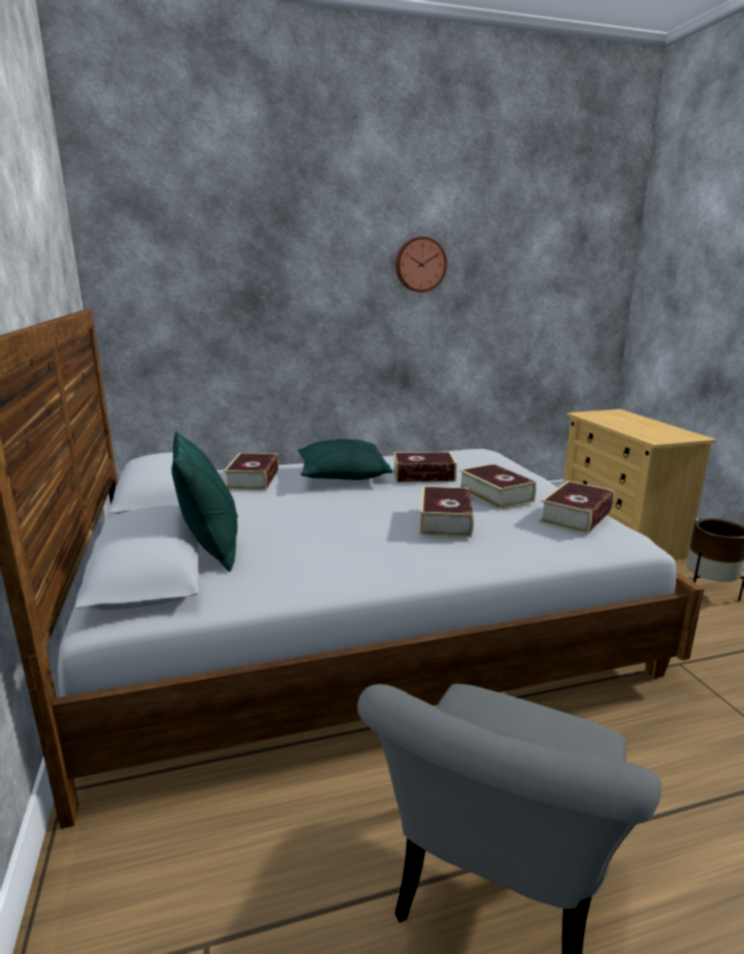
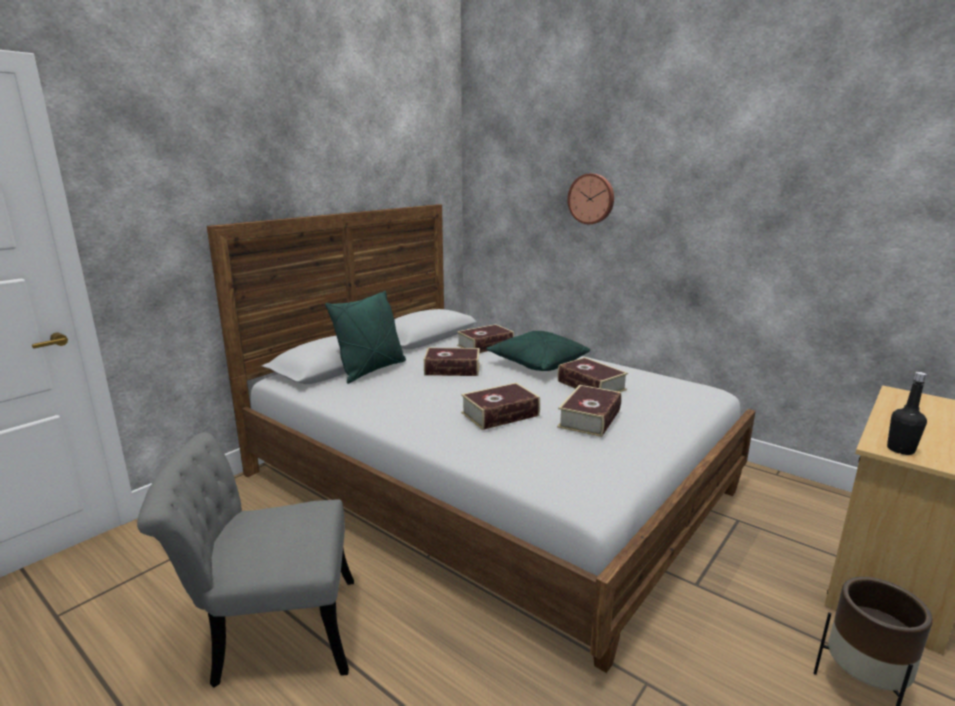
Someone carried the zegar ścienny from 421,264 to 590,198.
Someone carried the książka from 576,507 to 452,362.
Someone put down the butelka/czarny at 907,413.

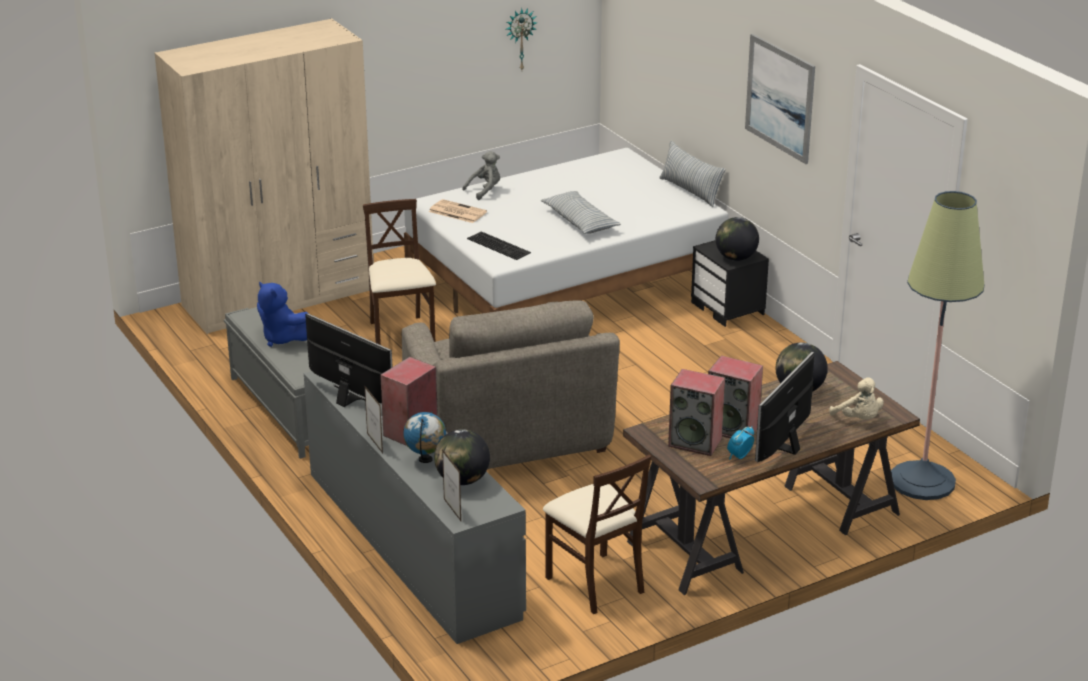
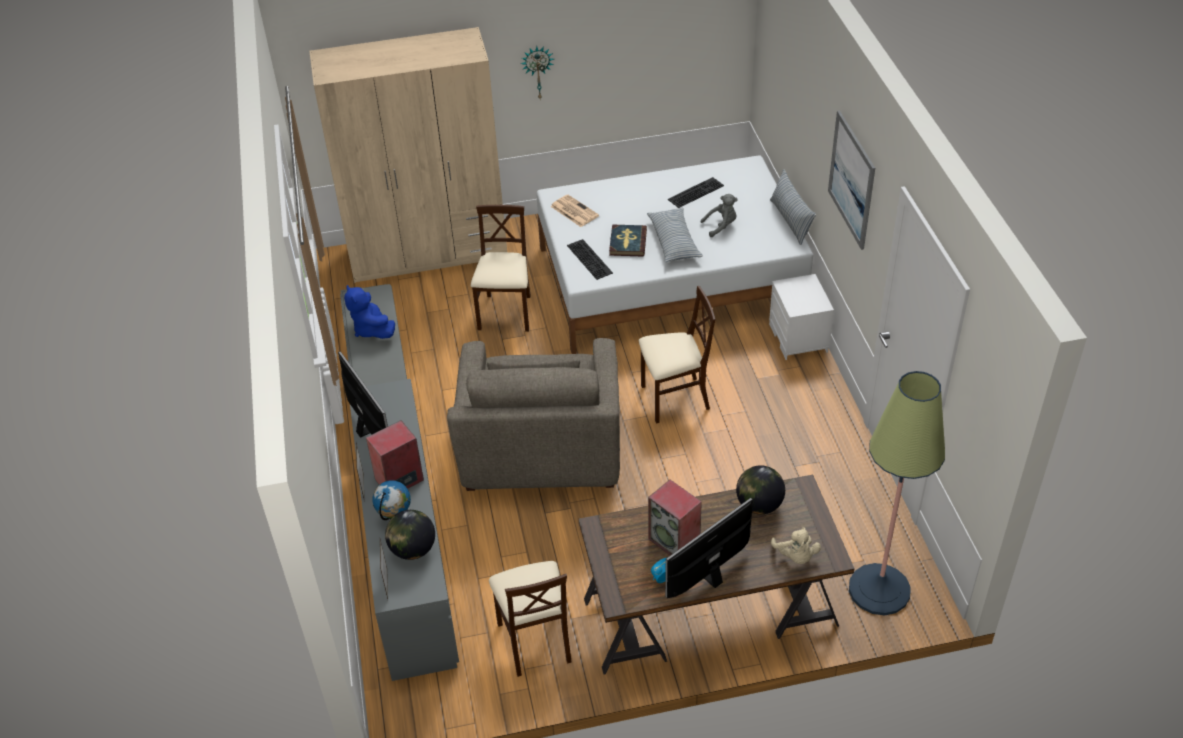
Someone carried the zegar ścienny from 522,39 to 537,72.
Someone carried the pluszak/szary from 481,175 to 719,215.
Someone took away the globus at 737,239.
Someone repainted the szafka nocna/czarny at 730,283, which became the szafka nocna/biały at 801,317.
Someone took away the głośnik at 696,412.
Someone put down the klawiatura at 696,192.
Someone put down the książka at 628,241.
Someone put down the krzesło/beżowy at 677,354.

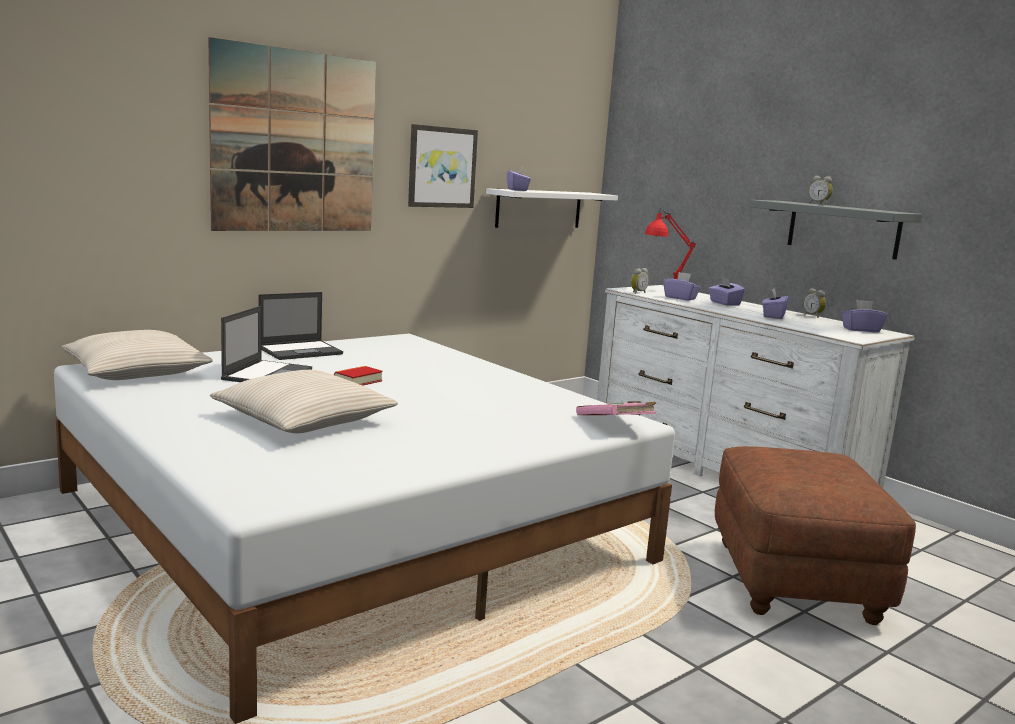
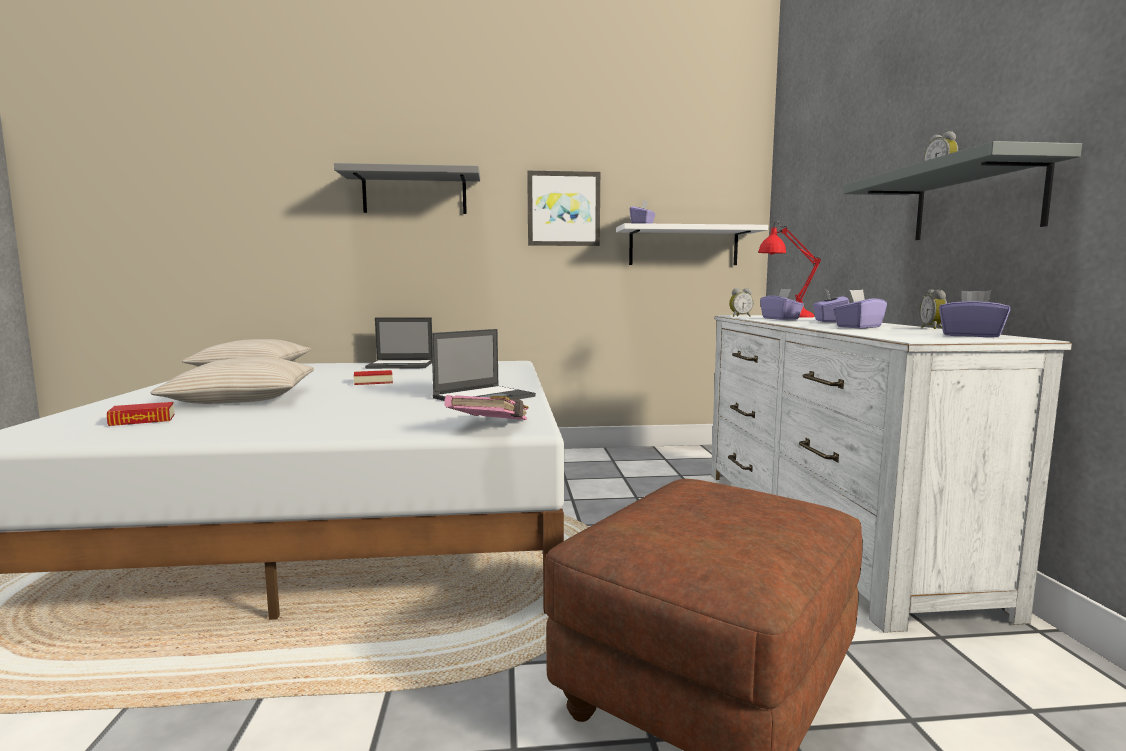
Someone swapped the obraz at 292,134 for the półka/szary at 407,188.
Someone carried the laptop from 266,344 to 483,365.
Someone put down the książka at 141,414.

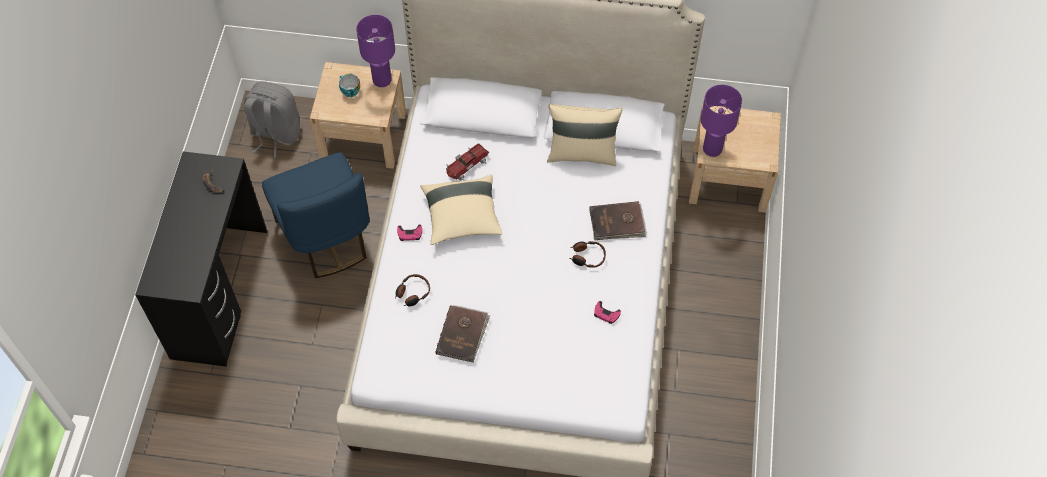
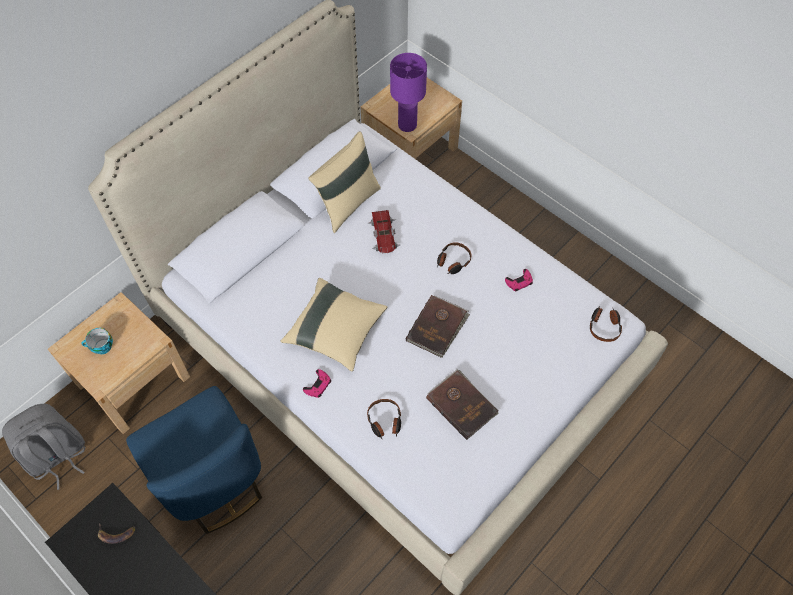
Someone took away the lampa stołowa/fioletowy at 375,51.
Someone carried the samochodzik from 467,162 to 383,231.
Someone rotated the krzesło/niebieski at 315,215 by 45 degrees clockwise.
Someone carried the książka/brązowy from 618,220 to 438,326.
Someone put down the słuchawki at 606,324.

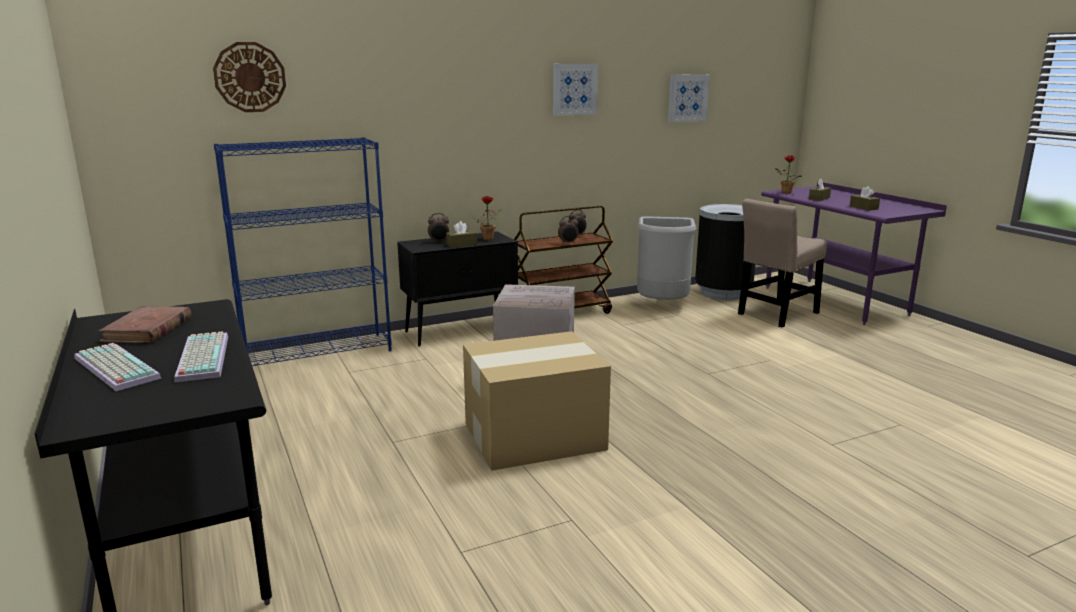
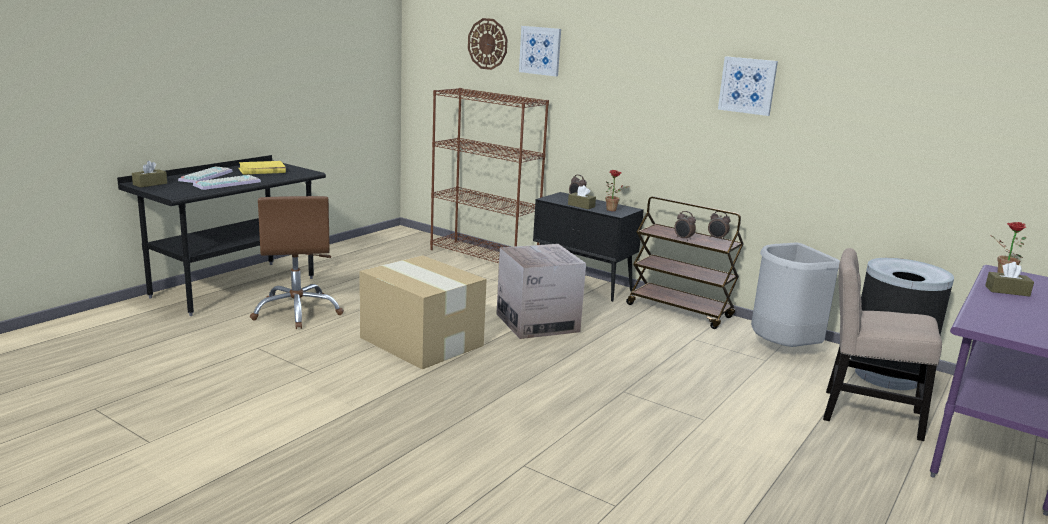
Someone carried the obraz from 689,98 to 540,51.
Someone repainted the regał/niebieski at 303,251, which became the regał/brązowy at 489,175.
Someone carried the pudełko chusteczek/brązowy from 865,198 to 149,174.
Someone repainted the książka/brązowy at 145,324, which became the książka/żółty at 262,168.
Someone put down the krzesło biurowe/brązowy at 297,262.

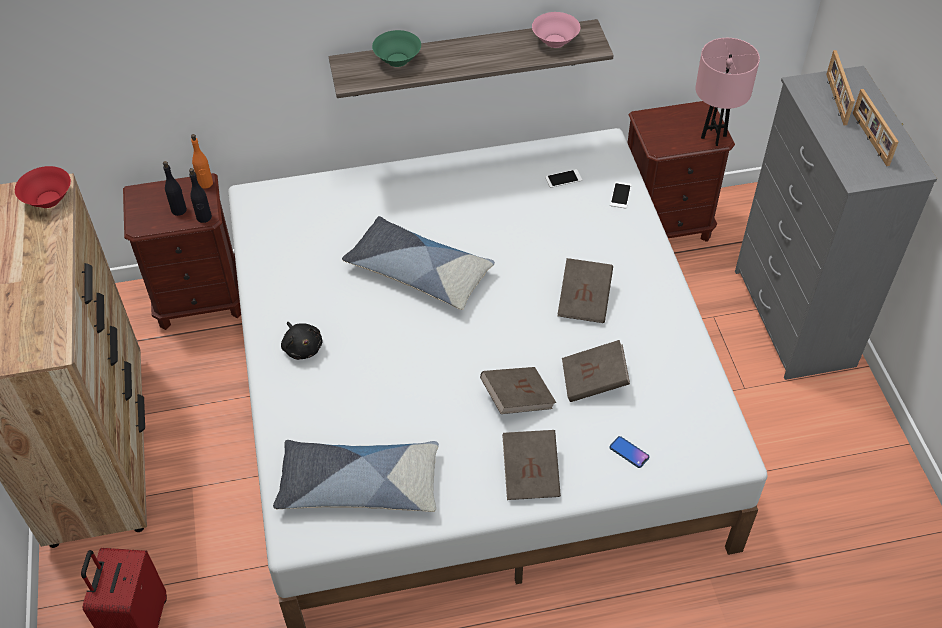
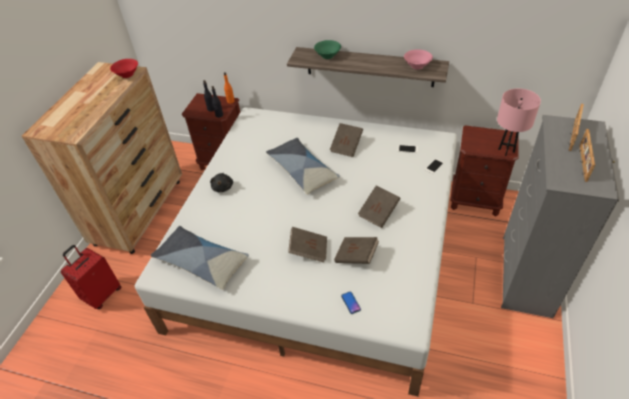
Someone carried the książka/brązowy from 531,465 to 346,140.

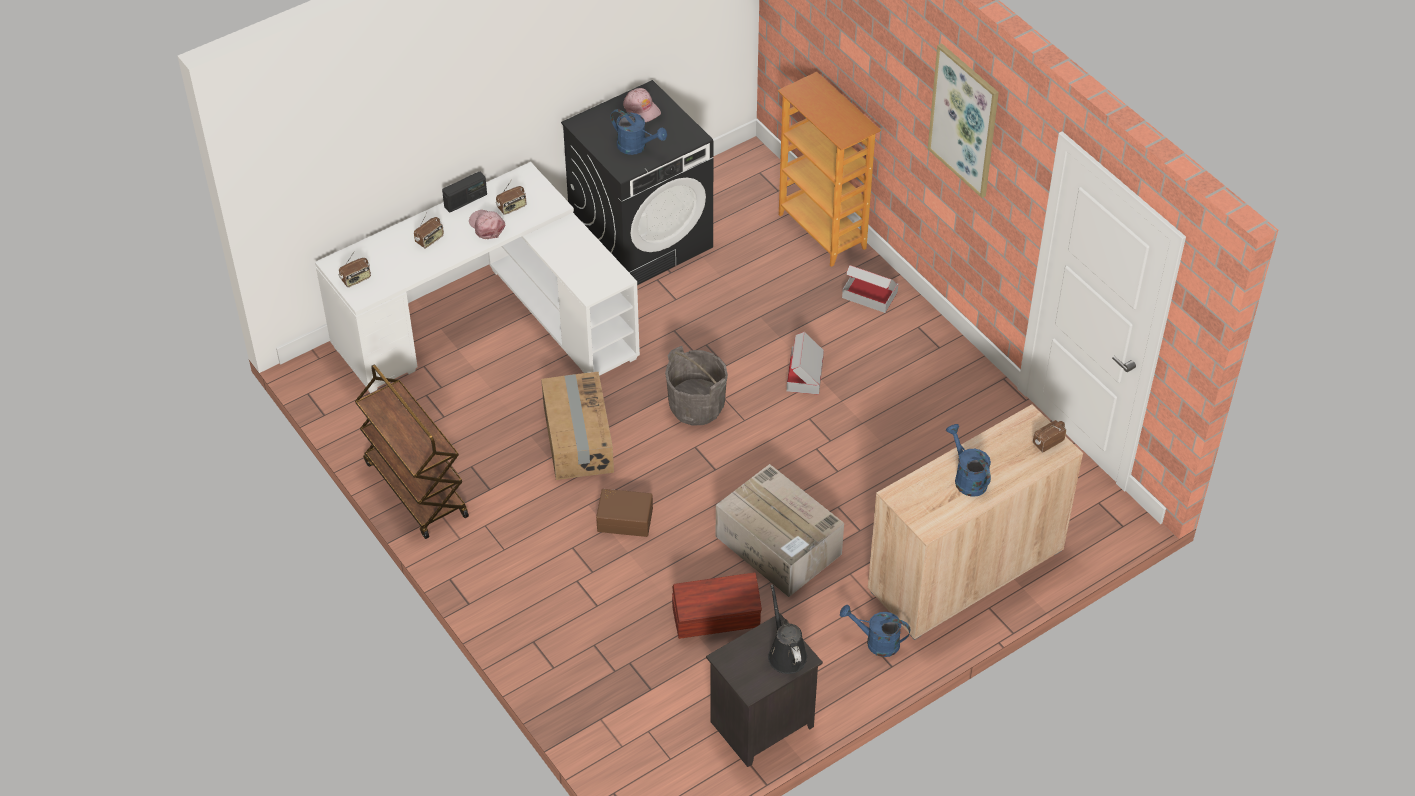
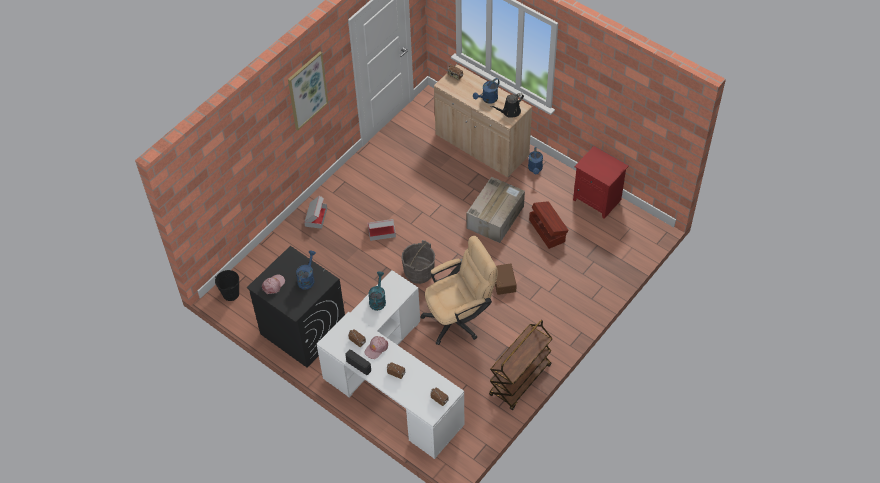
Someone took away the regał at 829,169.
Someone swapped the karton at 577,426 for the krzesło biurowe/beżowy at 459,290.
Someone carried the konewka/czarny from 787,629 to 507,105.
Someone repainted the szafka nocna/czarny at 764,690, which became the szafka nocna/czerwony at 601,182.
Someone put down the wiadro/czarny at 227,285.
Someone put down the konewka/turkusowy at 377,291.

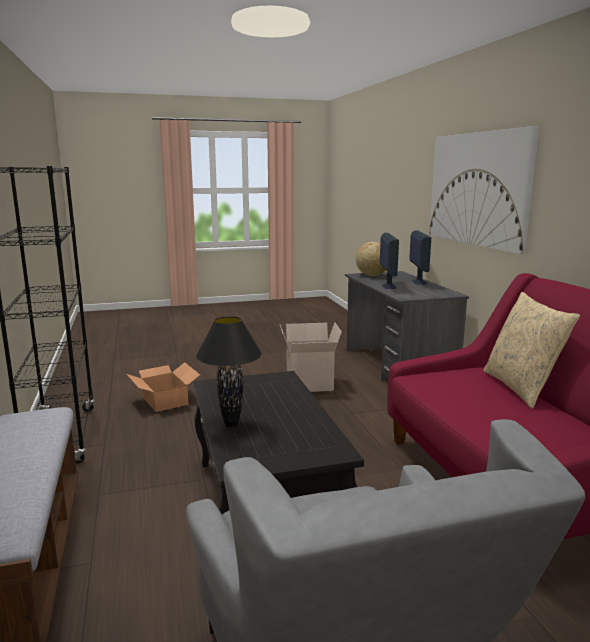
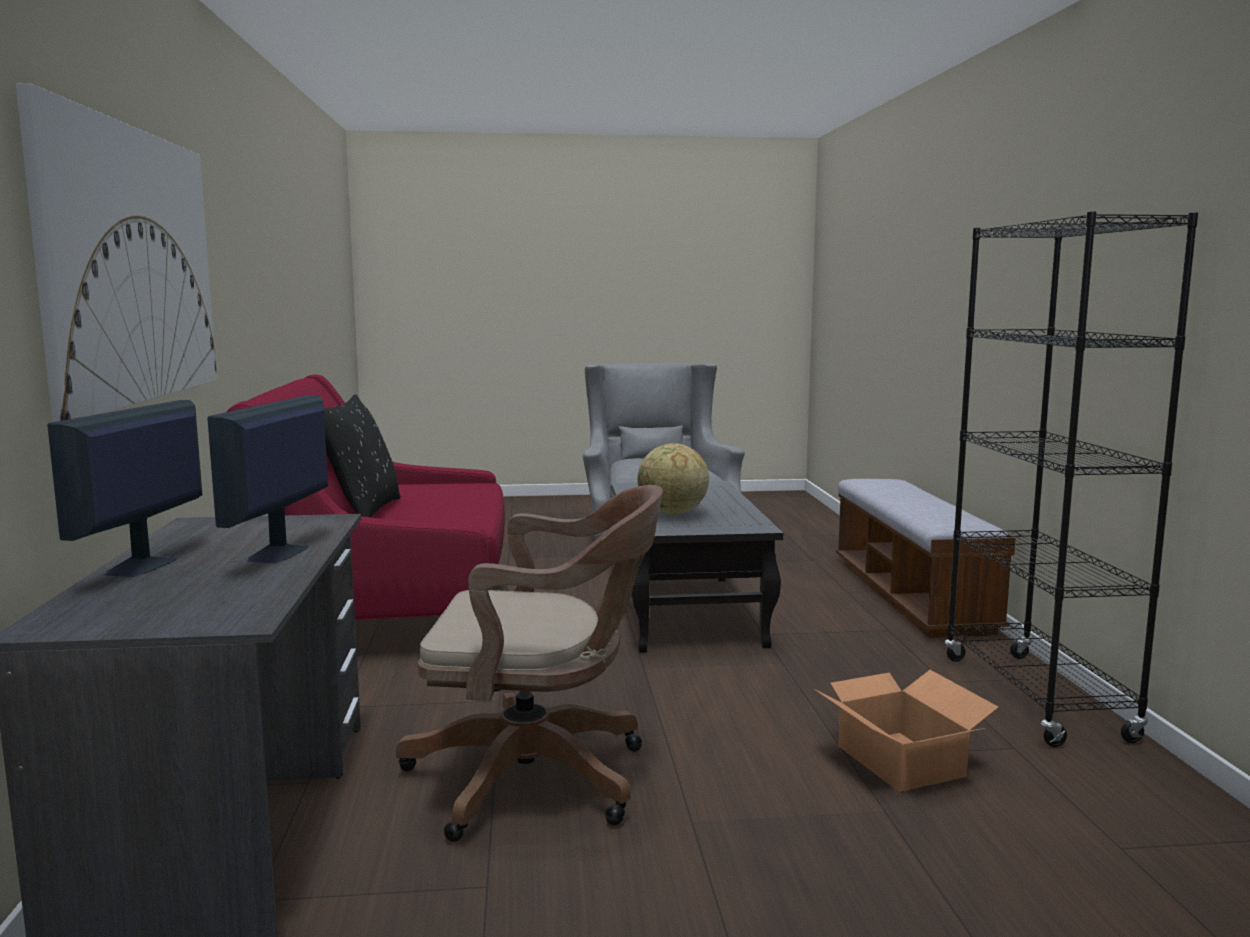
Someone carried the globus from 371,258 to 673,478.
Someone repainted the poduszka/beżowy at 531,350, which became the poduszka/czarny at 362,455.
Someone took away the lampa stołowa/czarny at 229,371.
Someone swapped the karton at 311,357 for the krzesło biurowe/brązowy at 529,663.

